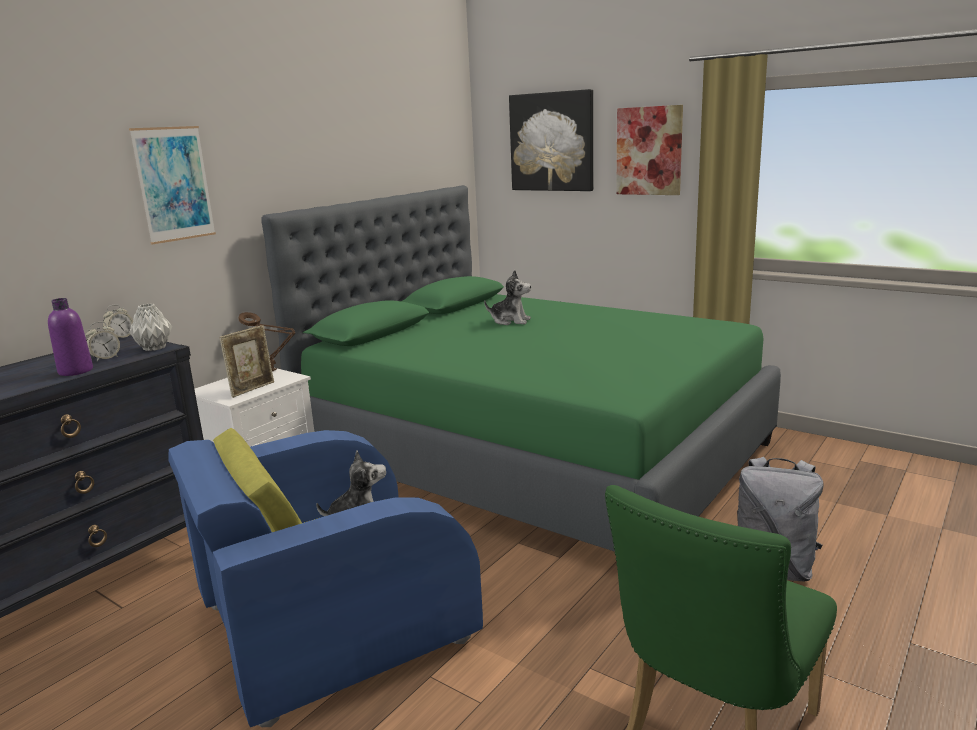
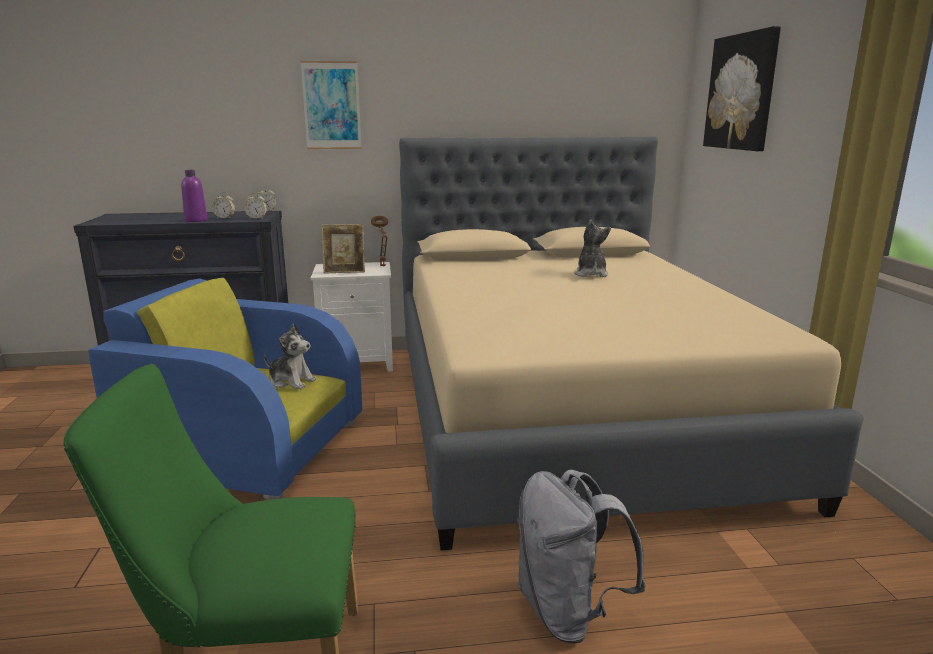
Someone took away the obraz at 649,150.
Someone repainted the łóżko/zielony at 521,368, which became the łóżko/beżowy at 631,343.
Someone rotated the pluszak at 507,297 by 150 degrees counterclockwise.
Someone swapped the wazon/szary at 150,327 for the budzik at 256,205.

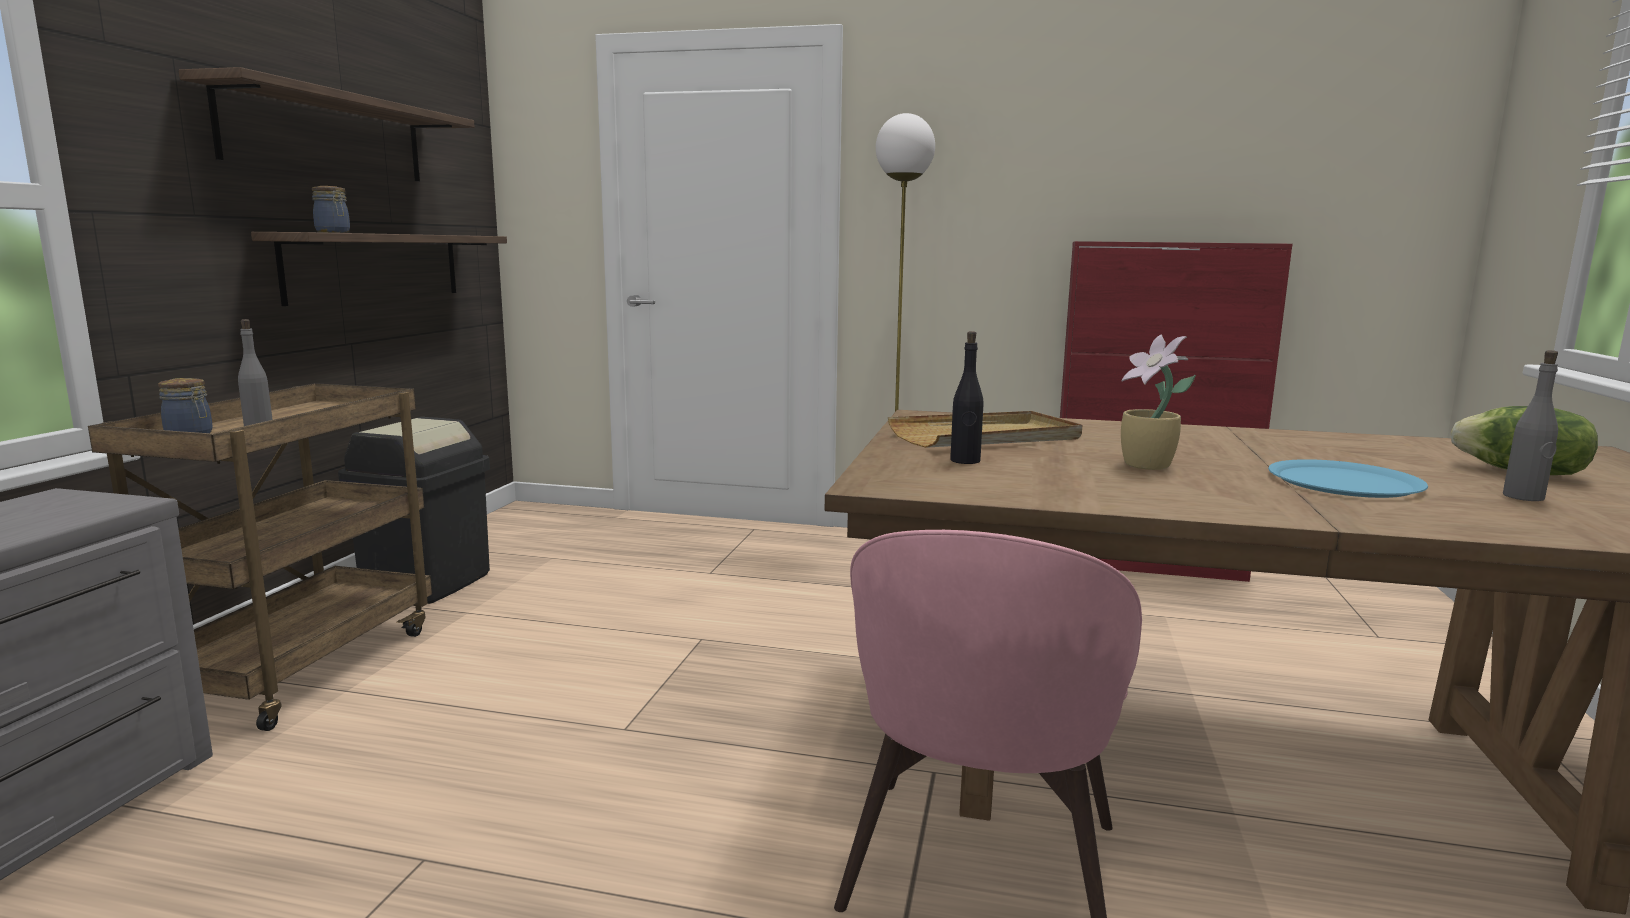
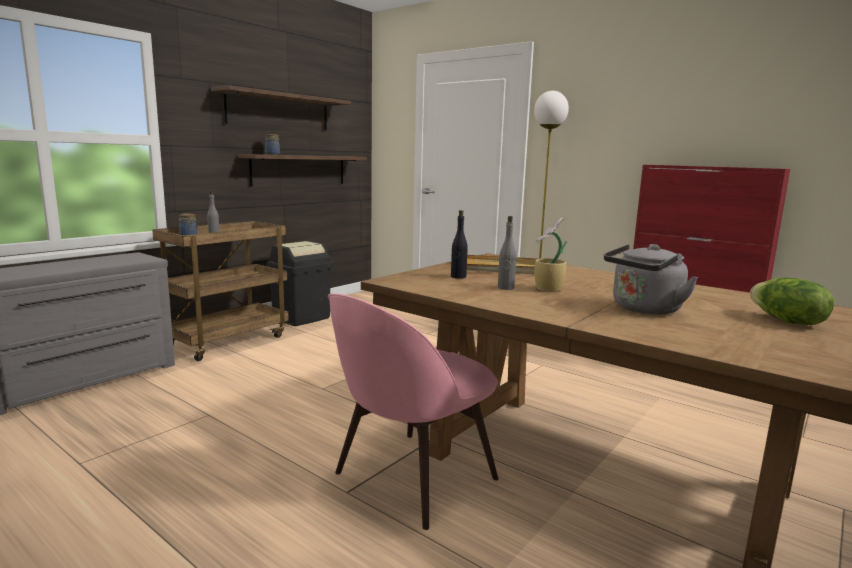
Someone carried the butelka/szary from 1530,425 to 507,253.
Someone swapped the talerz/niebieski at 1348,478 for the czajnik/szary at 651,279.

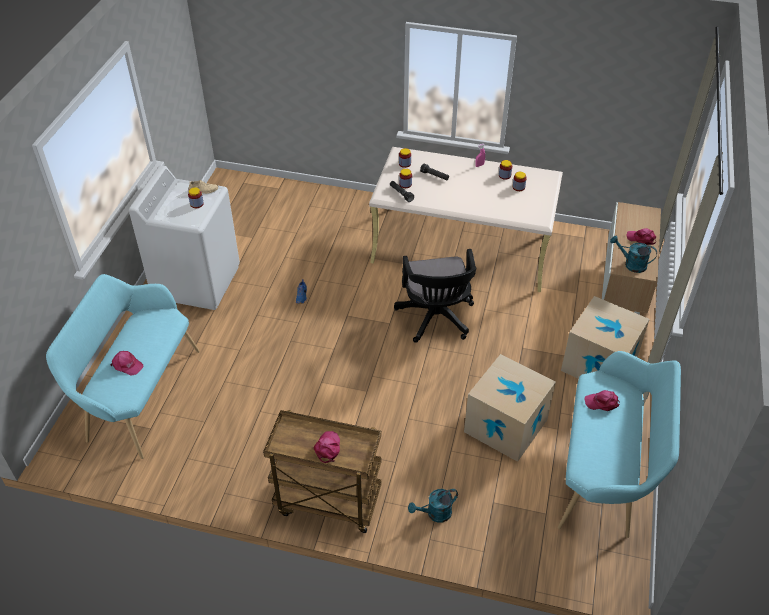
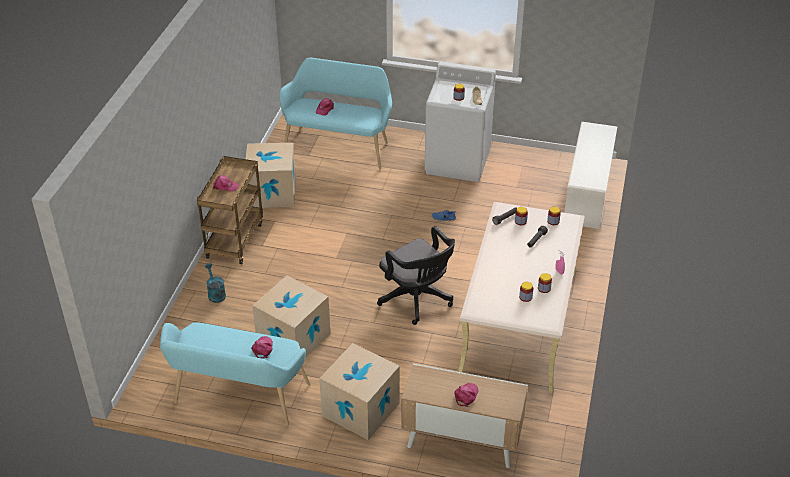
Someone took away the konewka/turkusowy at 633,254.
Someone rotated the krzesło biurowe/czarny at 435,296 by 120 degrees counterclockwise.
Someone put down the regał na buty/biały at 590,175.
Someone put down the karton at 271,175.

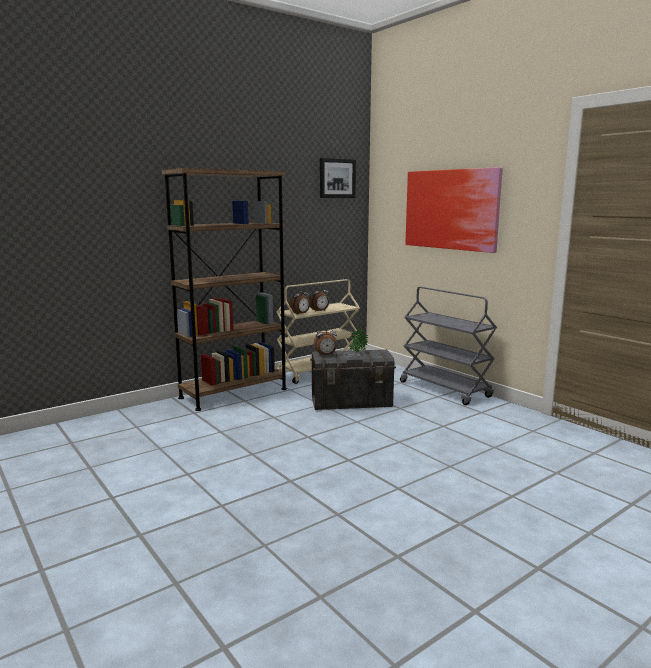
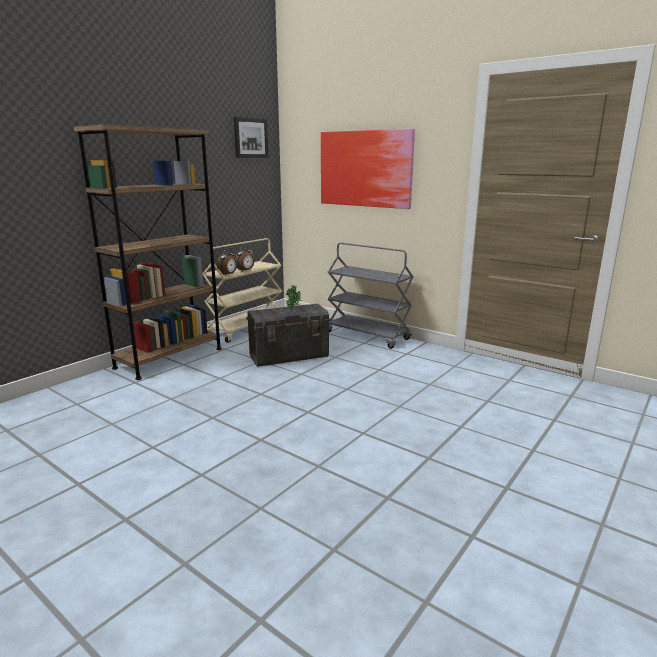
Someone took away the budzik at 325,340.

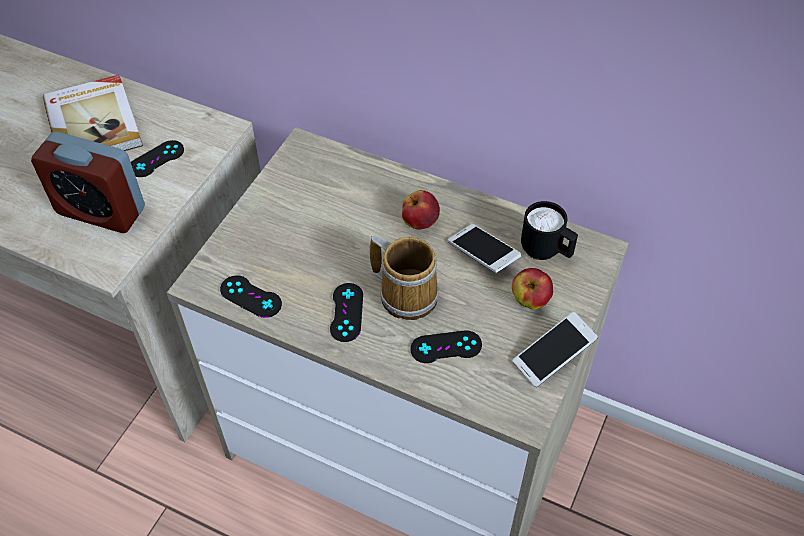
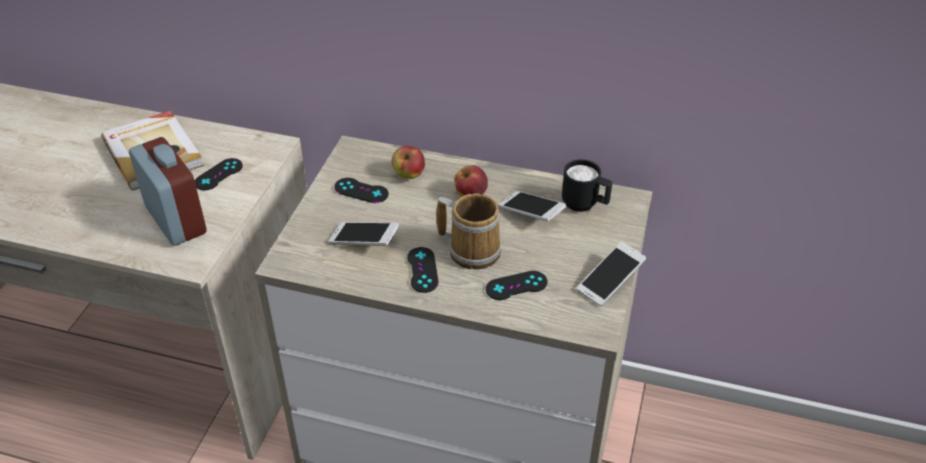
Someone rotated the budzik at 88,182 by 135 degrees counterclockwise.
Someone carried the jabłko from 532,289 to 408,162.
Someone carried the pad do gier/czarny from 251,296 to 361,190.
Someone put down the telefon at 363,234.

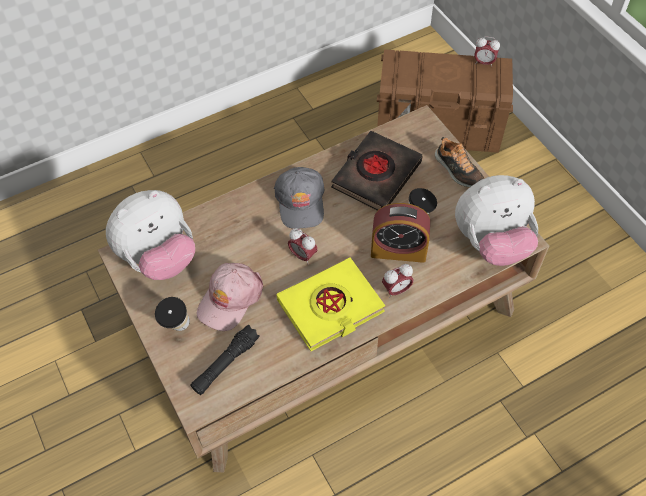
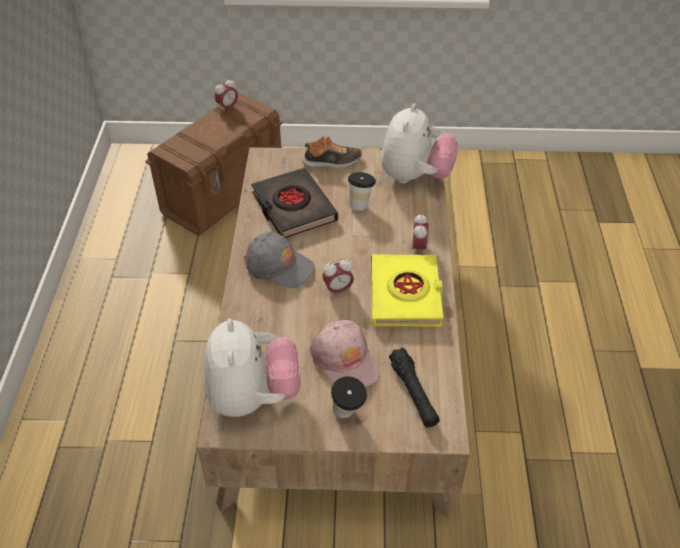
Someone took away the budzik at 400,233.

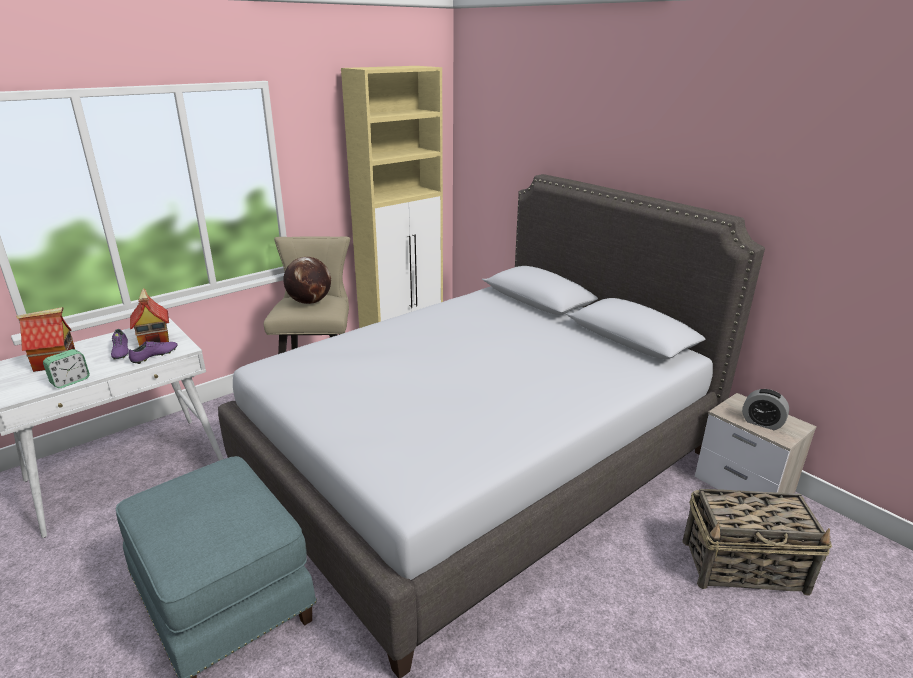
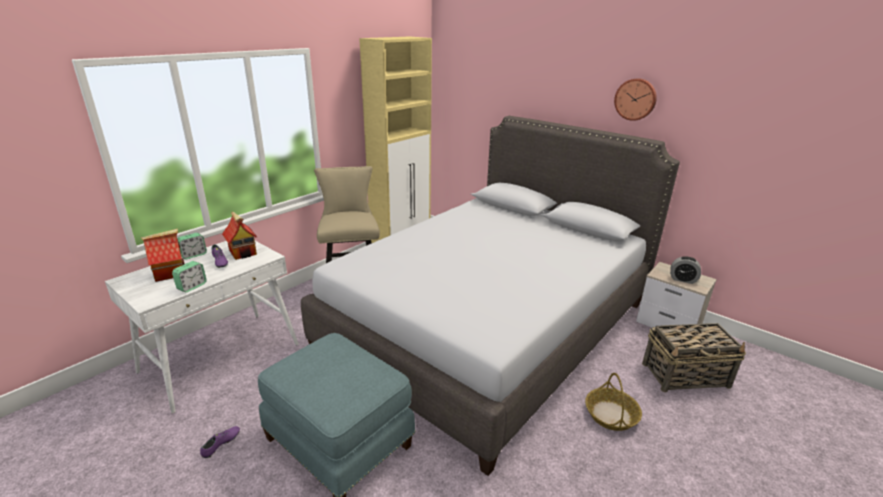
Someone took away the globus at 307,280.
Someone carried the but/fioletowy from 153,352 to 220,442.
Someone put up the zegar ścienny at 635,99.
Someone put down the budzik at 192,246.
Someone put down the koszyk at 613,402.

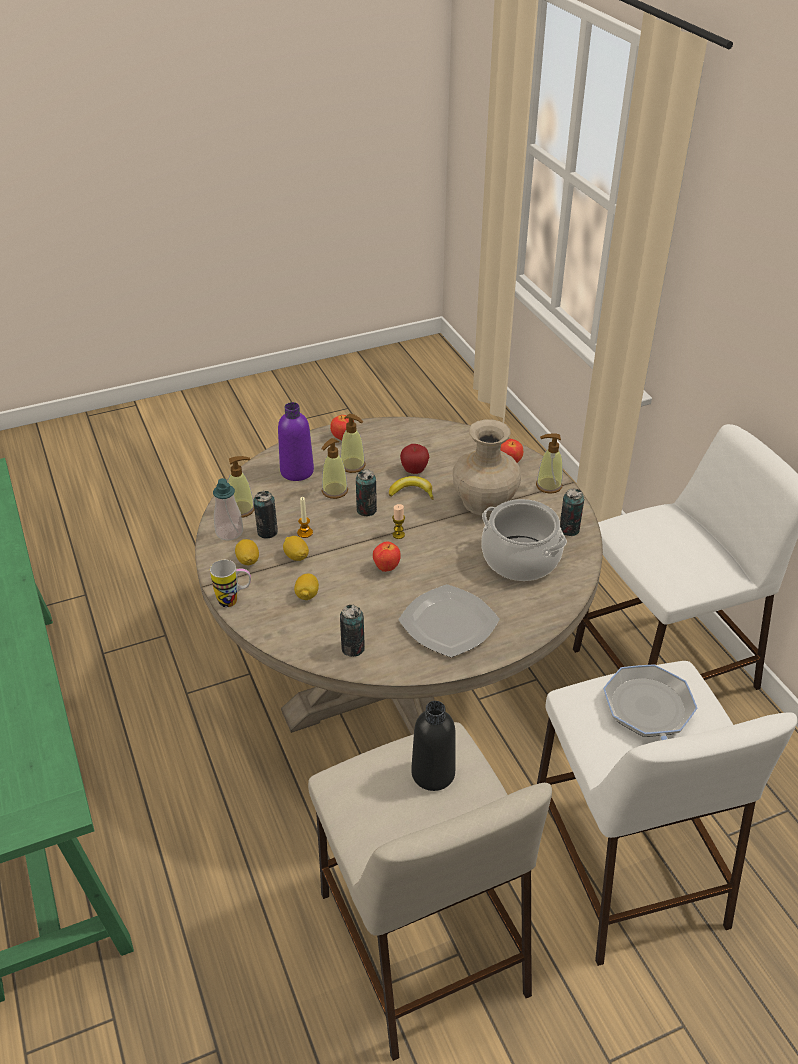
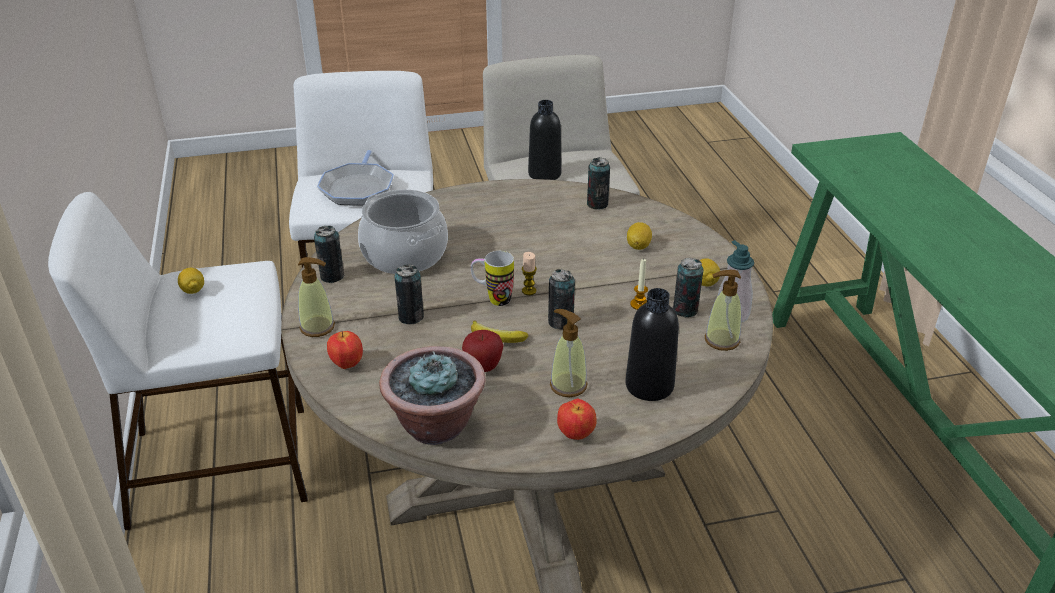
Someone repainted the butelka/fioletowy at 296,441, which became the butelka/czarny at 652,344.
Someone swapped the wazon/beżowy at 487,467 for the puszka at 409,294.
Someone took away the dozownik mydła at 334,468.
Someone carried the cytryna from 296,548 to 191,281.
Someone took away the jabłko at 387,556.
Someone carried the kubek from 230,583 to 492,278.
Someone took away the talerz at 449,620.
Someone put down the roślina doniczkowa at 432,395.

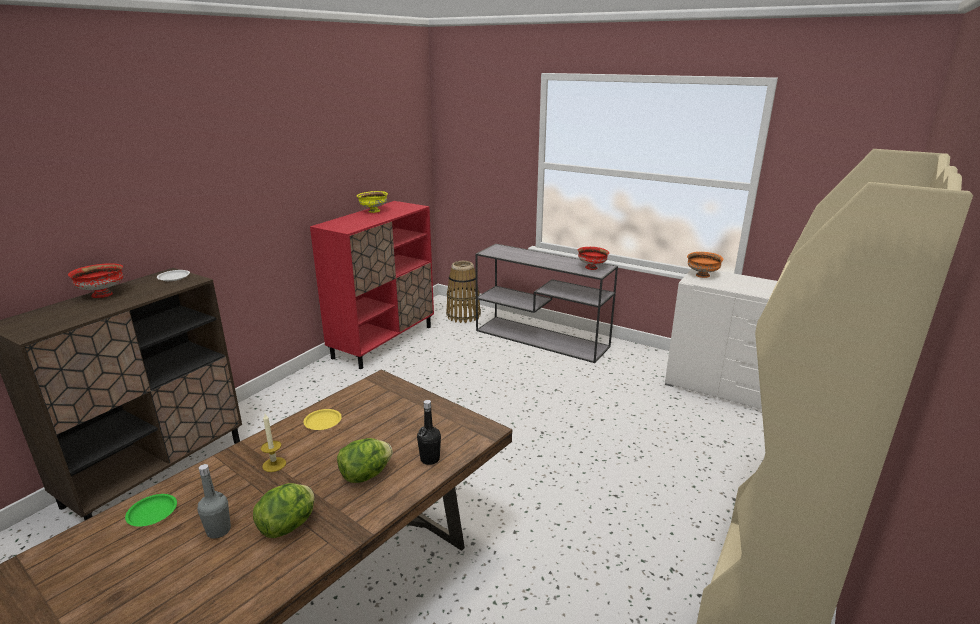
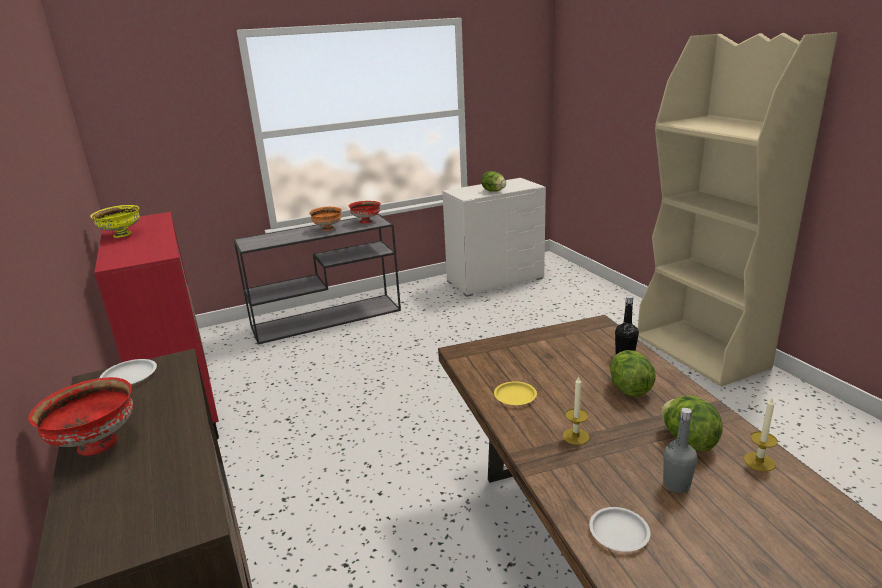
Someone carried the miska/pomarańczowy from 705,265 to 325,219.
Someone took away the koszyk at 463,292.
Someone repainted the talerz/zielony at 151,510, which became the talerz/biały at 620,529.
Someone put down the sałata at 493,181.
Someone put down the świeca at 761,435.

